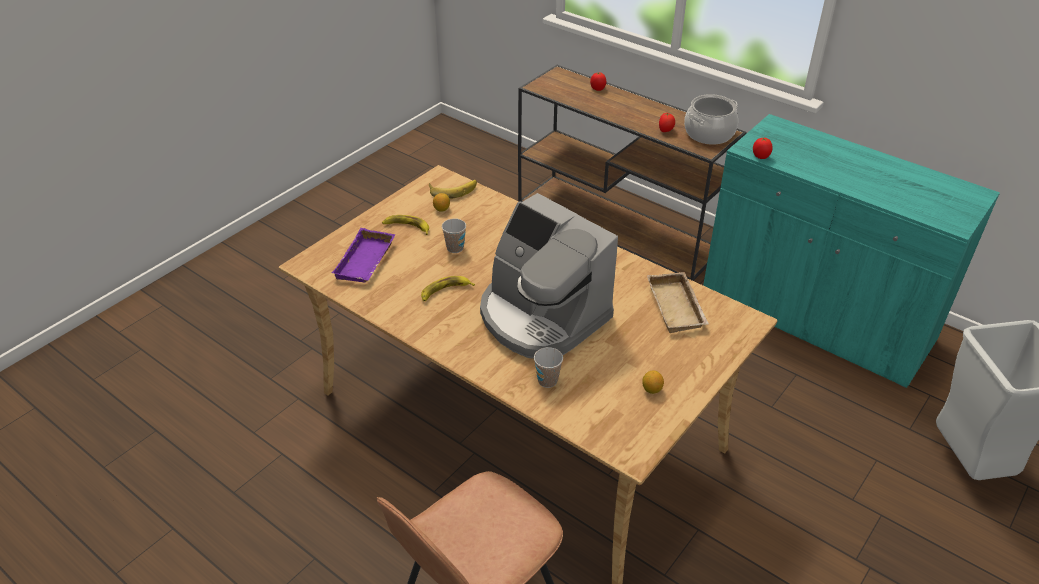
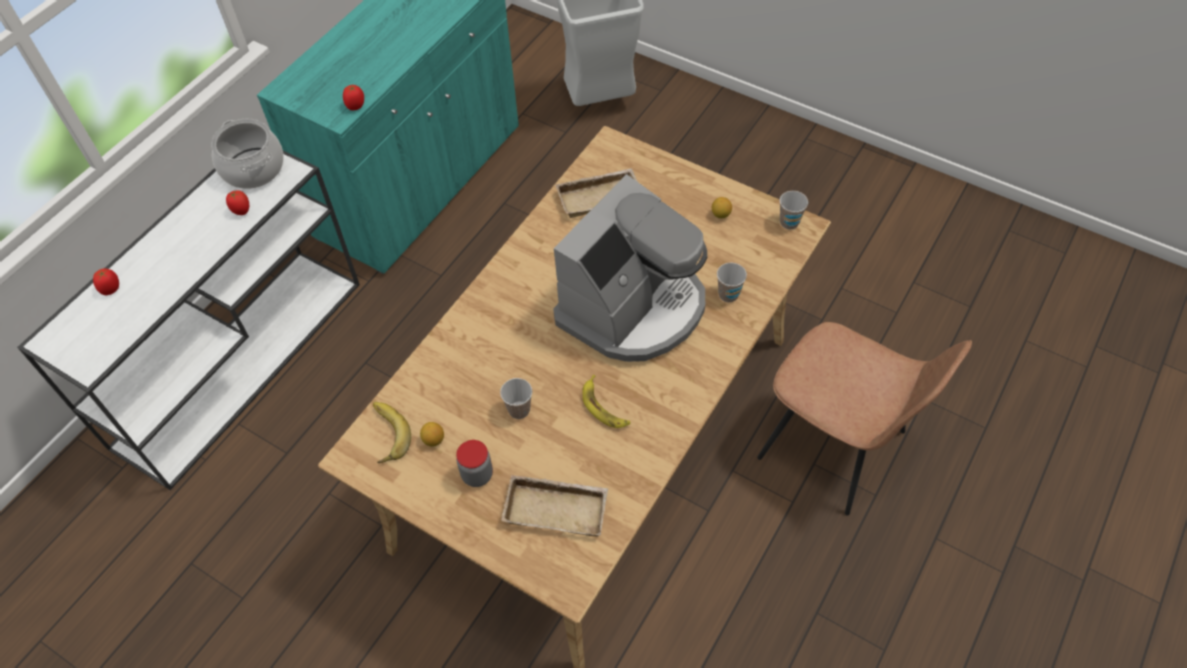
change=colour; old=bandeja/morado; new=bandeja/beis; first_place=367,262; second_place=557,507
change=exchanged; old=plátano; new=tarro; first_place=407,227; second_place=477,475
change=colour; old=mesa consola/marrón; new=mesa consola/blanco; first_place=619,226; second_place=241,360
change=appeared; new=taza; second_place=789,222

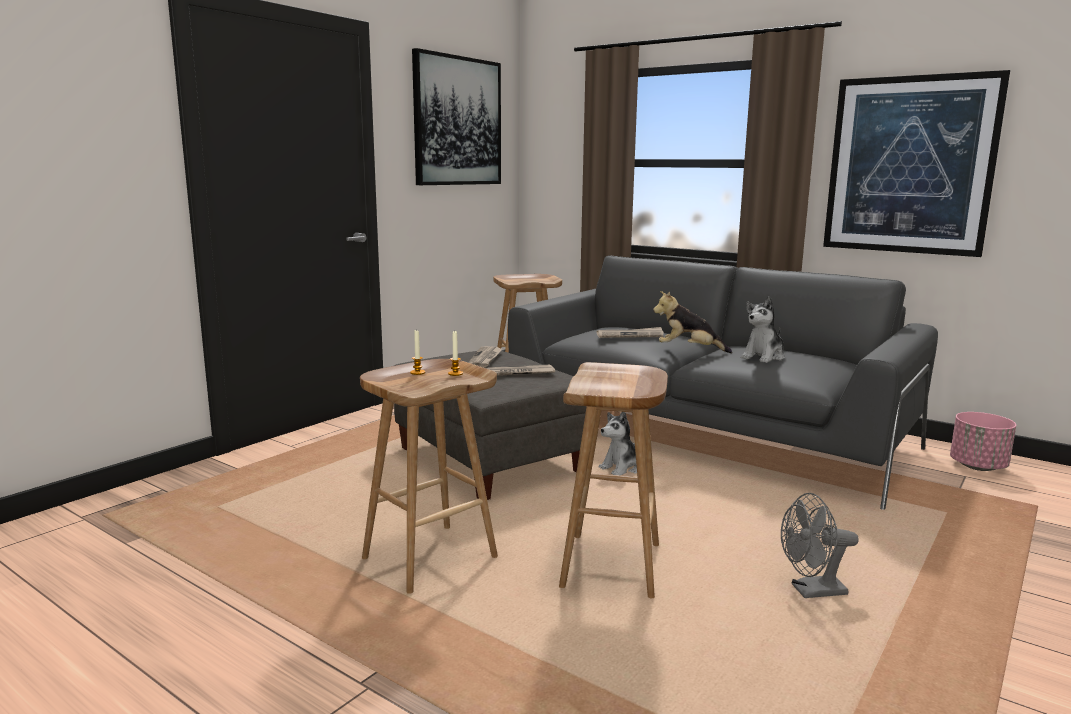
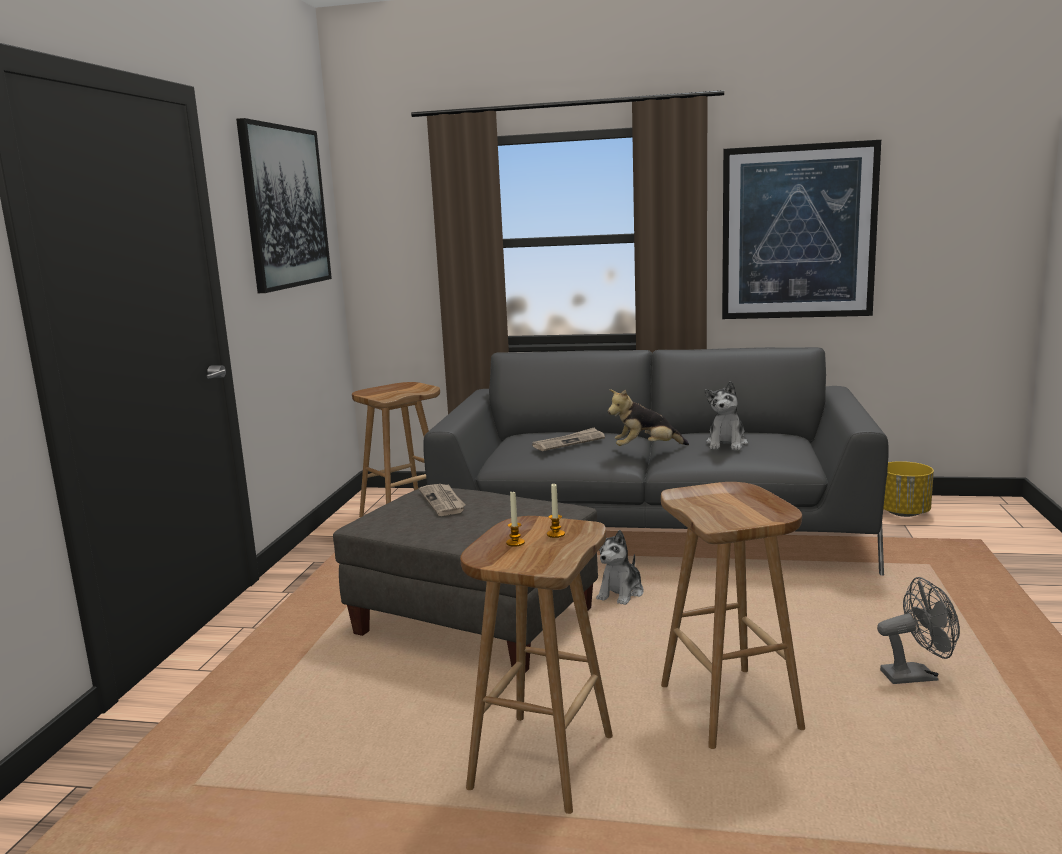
change=missing; old=periódico; first_place=515,373
change=spun; old=ventilador/gris; first_place=811,592; second_place=916,676; degrees=-150
change=colour; old=maceta/rosa; new=maceta/amarillo; first_place=978,466; second_place=903,513

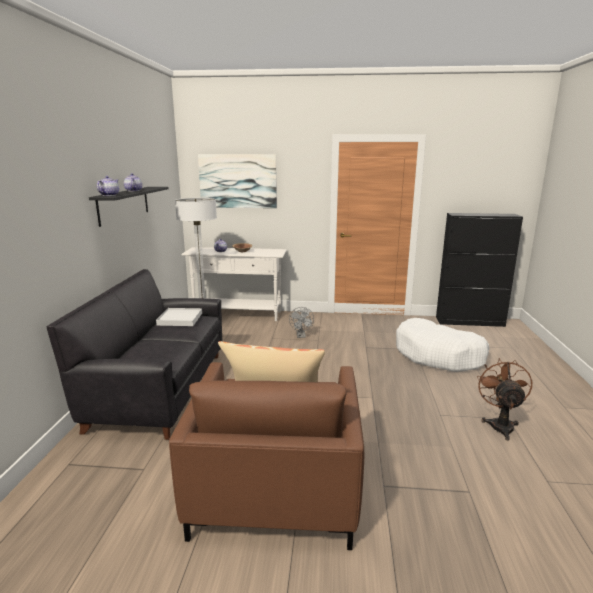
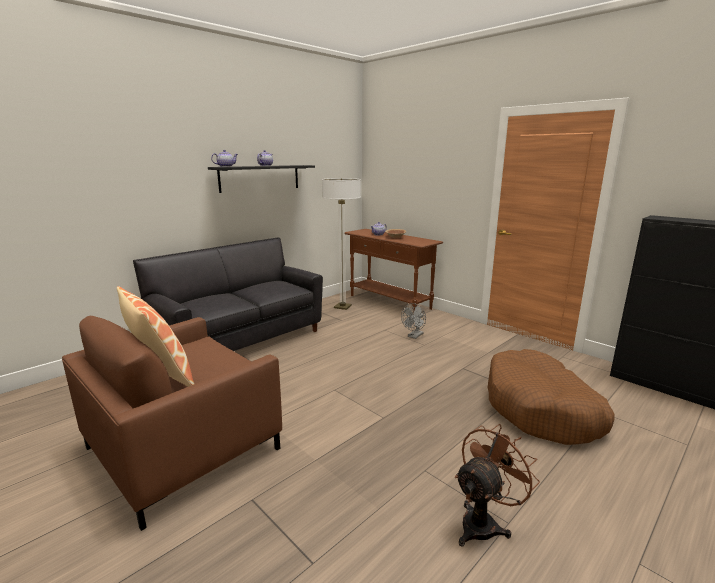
change=missing; old=bandeja/blanco; first_place=180,319
change=colour; old=mesa consola/blanco; new=mesa consola/marrón; first_place=238,315; second_place=389,302
change=missing; old=cuadro; first_place=238,181
change=colour; old=cama para perro/blanco; new=cama para perro/marrón; first_place=439,355; second_place=541,409

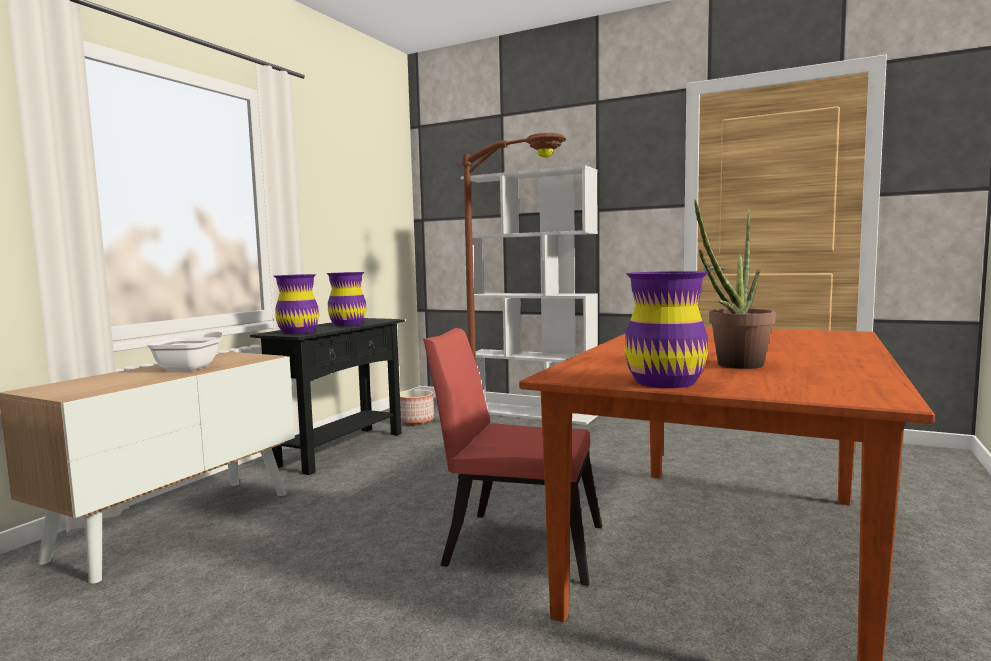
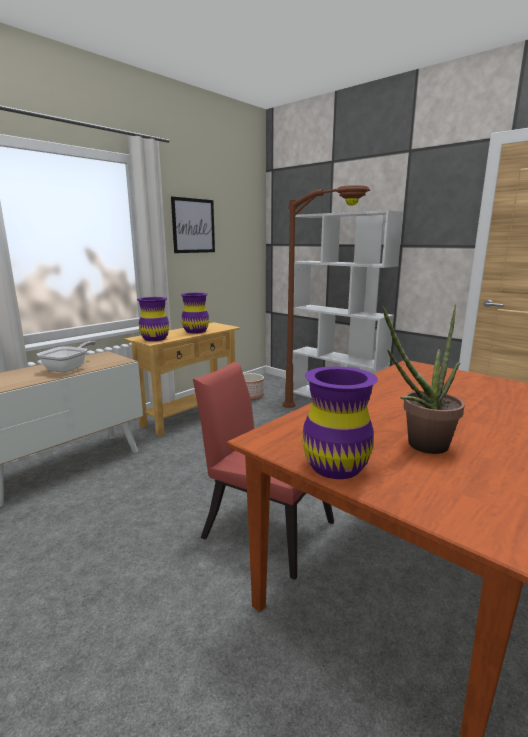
change=colour; old=mesa consola/negro; new=mesa consola/beis; first_place=341,449; second_place=190,416
change=appeared; new=cuadro; second_place=193,226

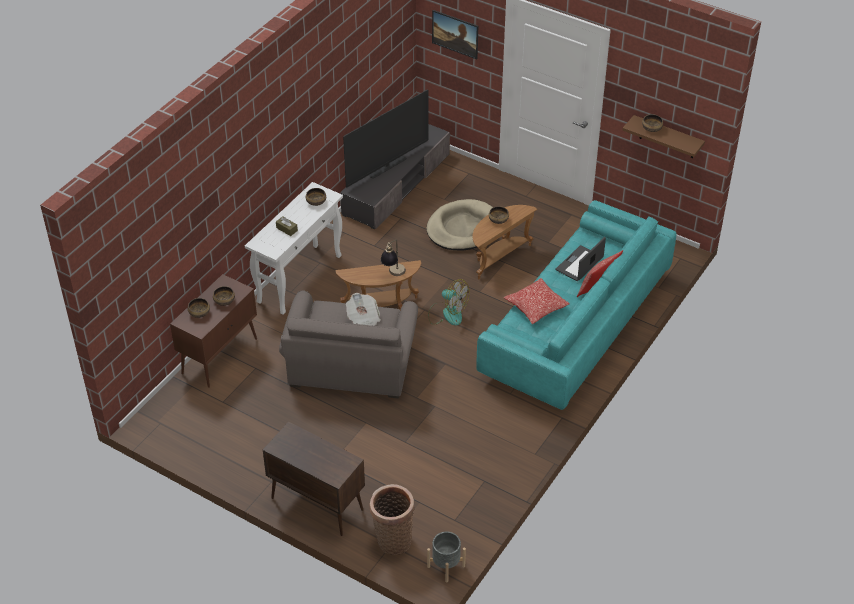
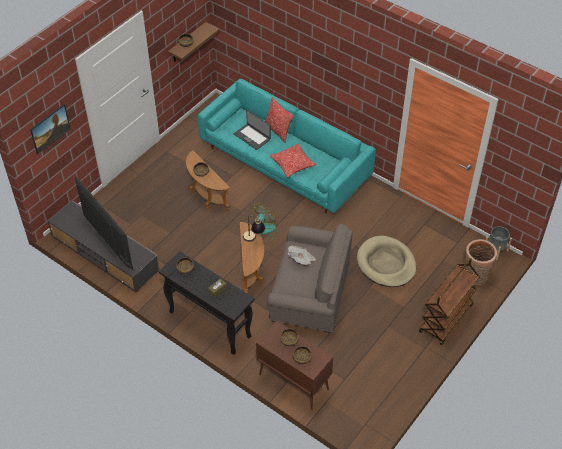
change=colour; old=mesa consola/blanco; new=mesa consola/negro; first_place=300,278; second_place=209,324
change=exchanged; old=armario/marrón; new=carrito/marrón; first_place=316,504; second_place=446,319
change=relocated; old=cama para perro/beis; first_place=463,228; second_place=386,264

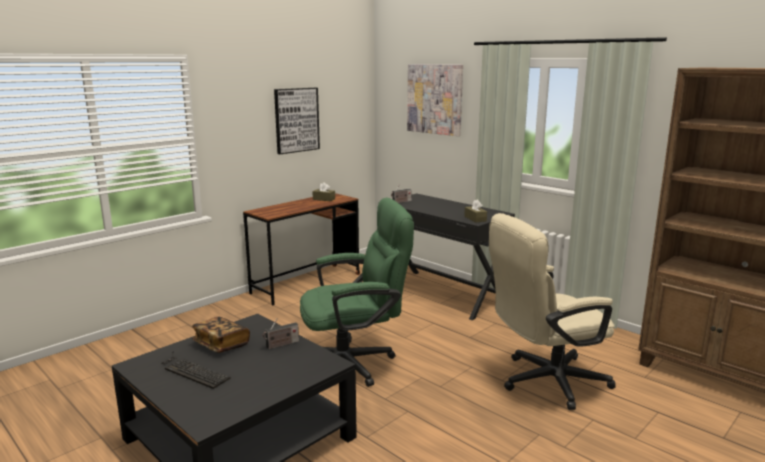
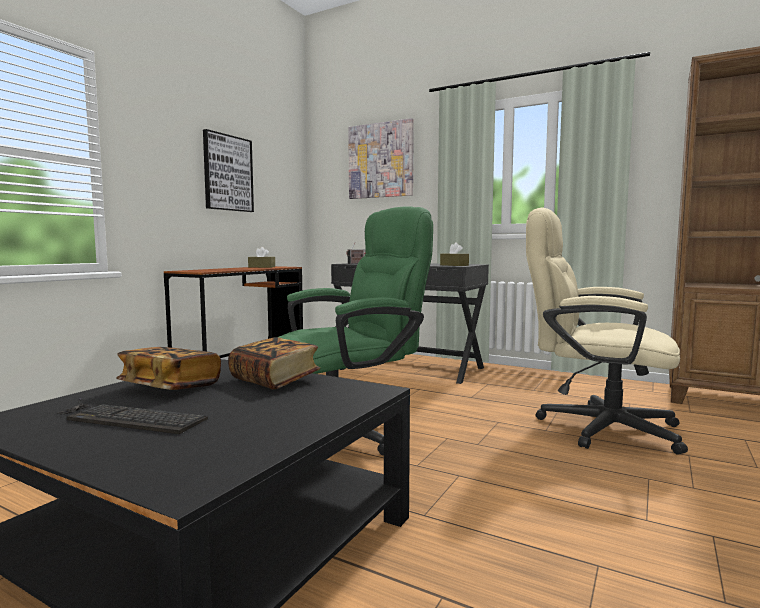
change=exchanged; old=radio; new=libro; first_place=281,345; second_place=275,380
change=spun; old=silla de oficina/beis; first_place=544,381; second_place=594,426; degrees=60

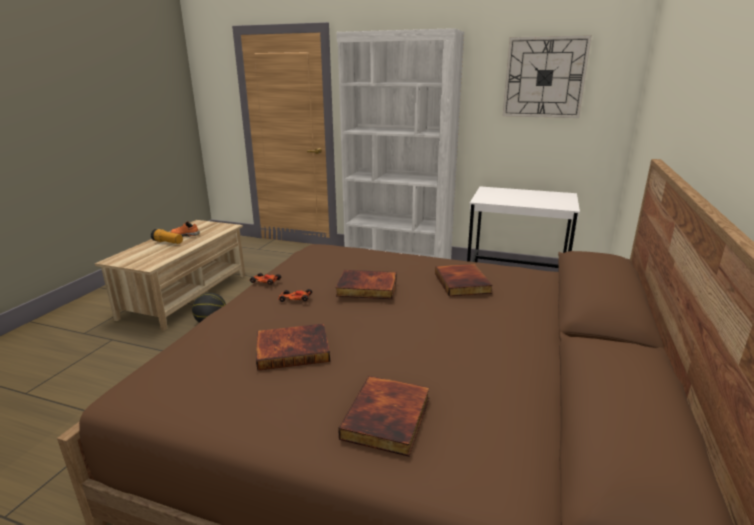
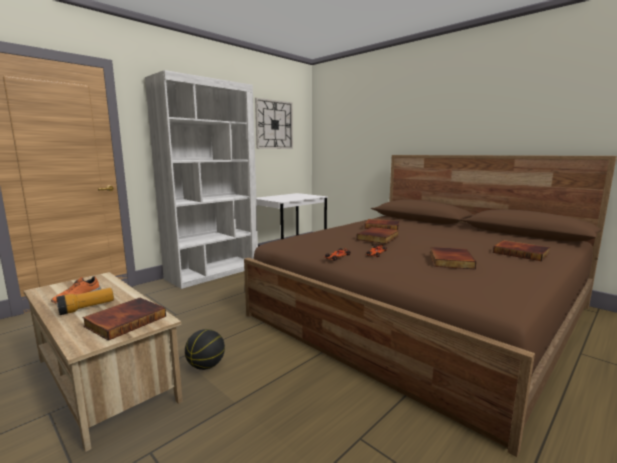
change=appeared; new=libro; second_place=125,320

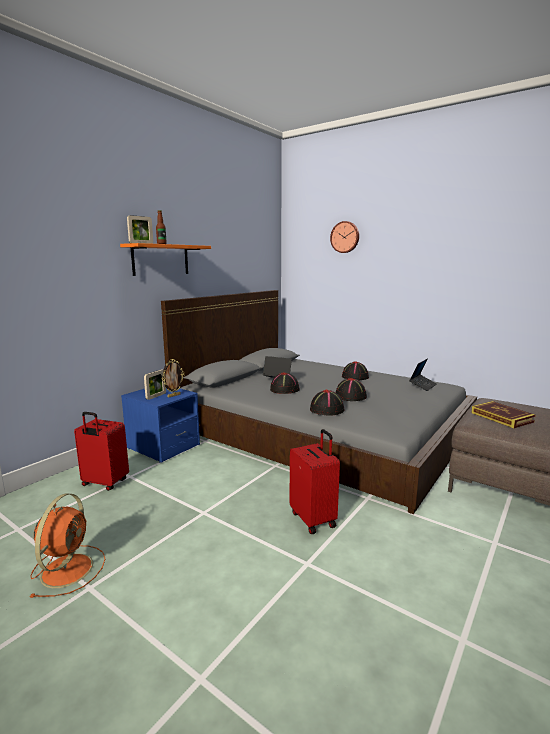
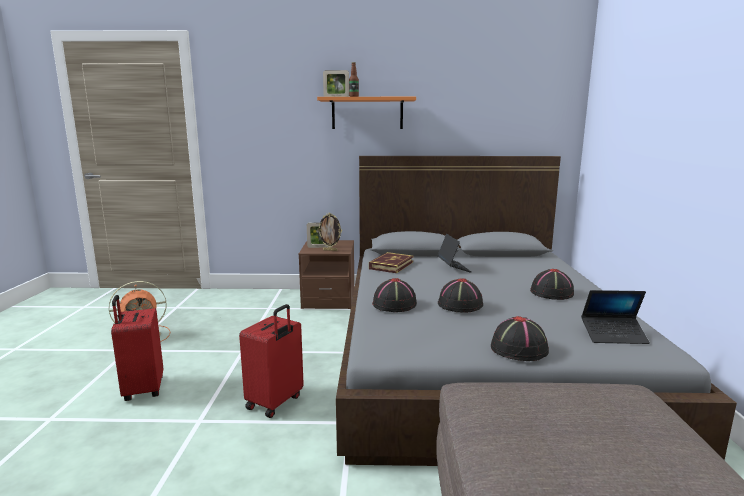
change=relocated; old=maleta/rojo; first_place=104,483; second_place=142,390
change=colour; old=mesita de noche/azul; new=mesita de noche/marrón; first_place=163,446; second_place=329,299
change=relocated; old=sombrero/negro; first_place=285,389; second_place=519,349
change=missing; old=reloj de pared; first_place=345,237
change=relocated; old=libro; first_place=501,417; second_place=391,265

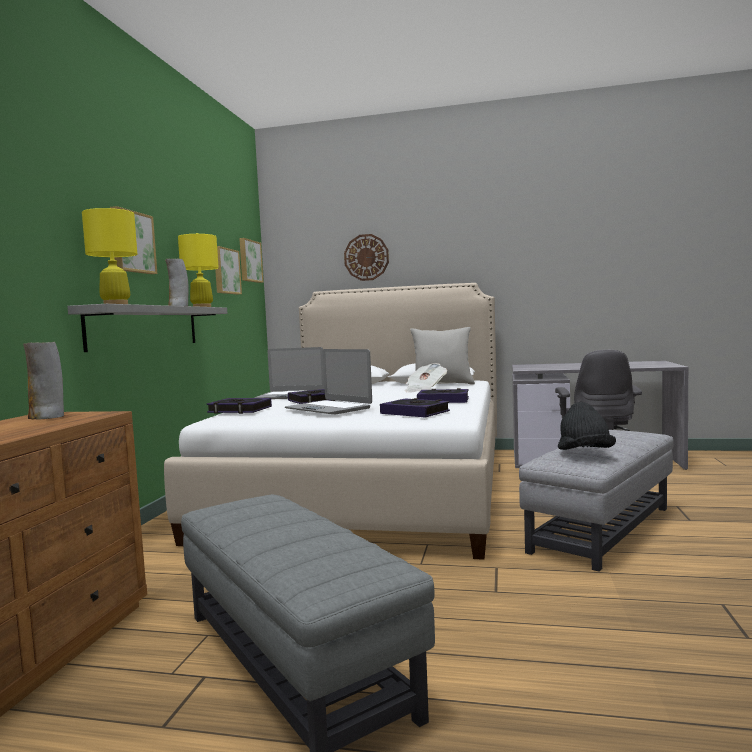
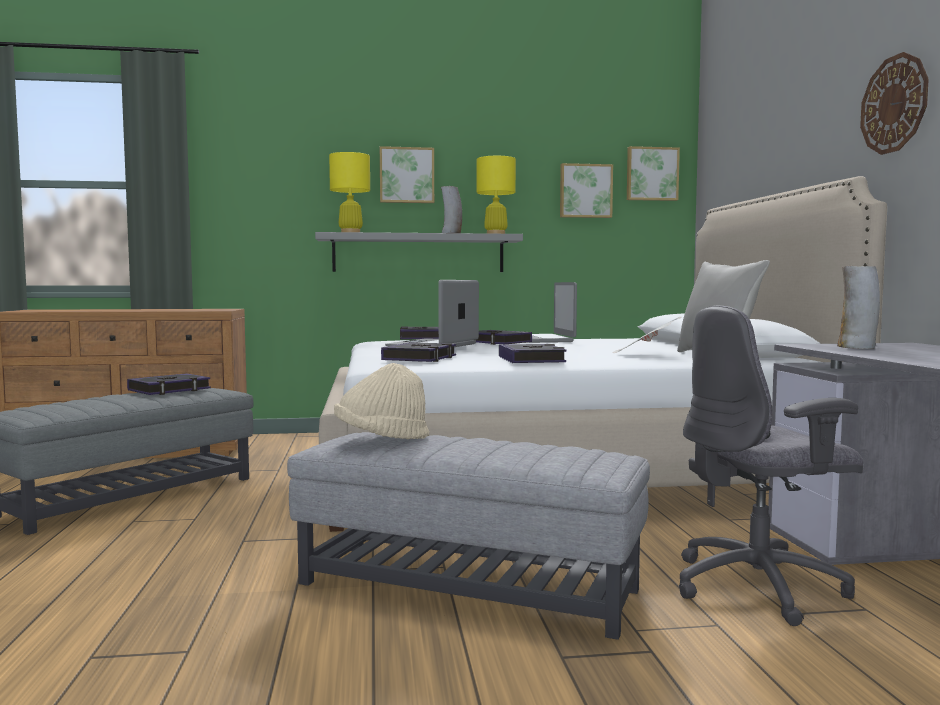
change=relocated; old=florero; first_place=47,417; second_place=857,348
change=relocated; old=reloj de pared; first_place=366,257; second_place=894,104
change=colour; old=sombrero/negro; new=sombrero/beis; first_place=585,454; second_place=382,439
change=appeared; new=libro; second_place=169,390

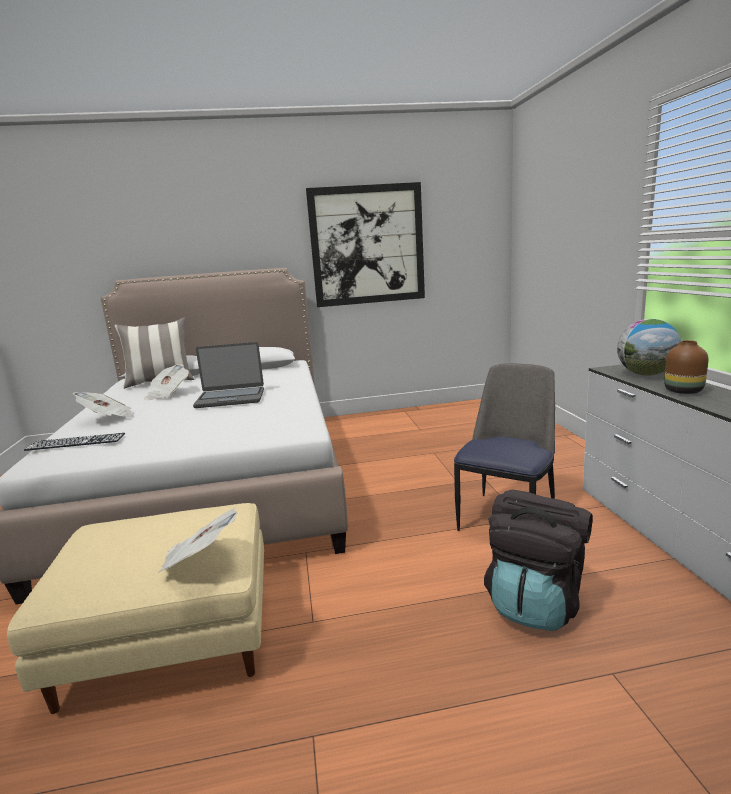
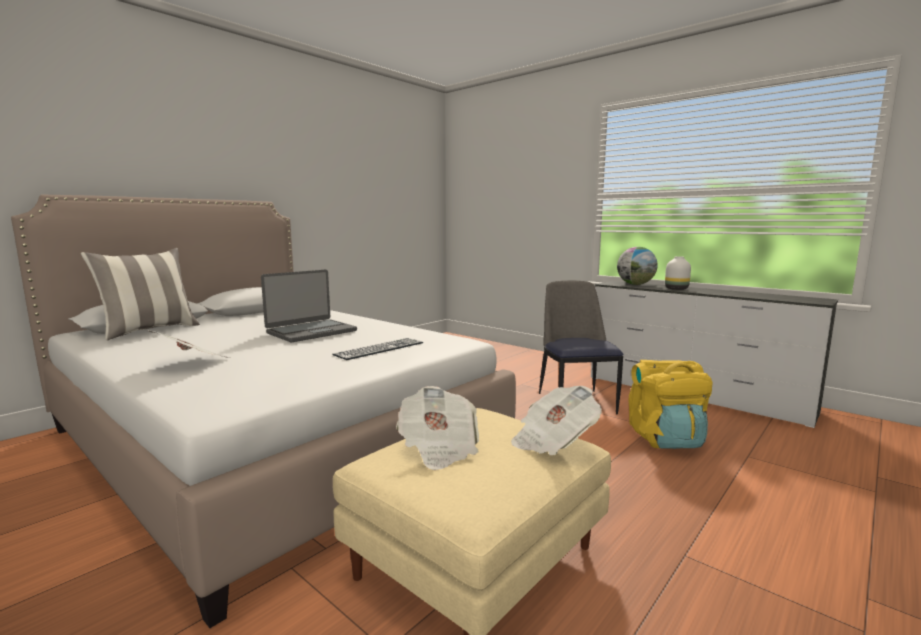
change=relocated; old=teclado; first_place=76,442; second_place=379,348
change=relocated; old=periódico; first_place=167,394; second_place=438,448
change=missing; old=cuadro; first_place=367,245
change=colour; old=mochila/negro; new=mochila/amarillo; first_place=535,602; second_place=665,439
change=colour; old=florero/marrón; new=florero/blanco; first_place=682,391; second_place=676,289

